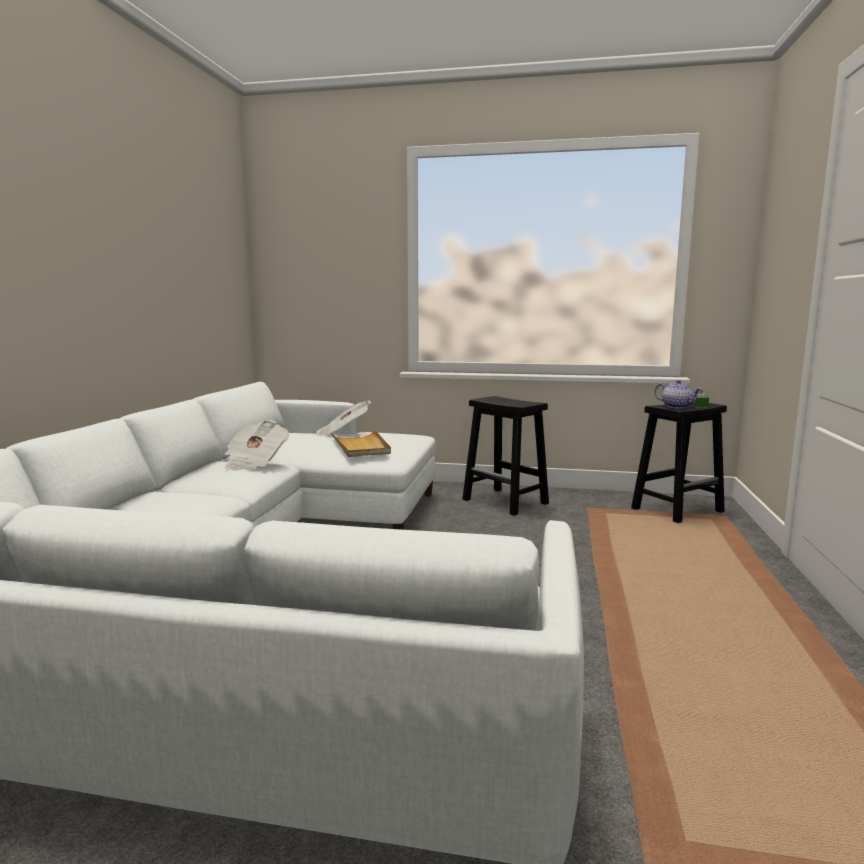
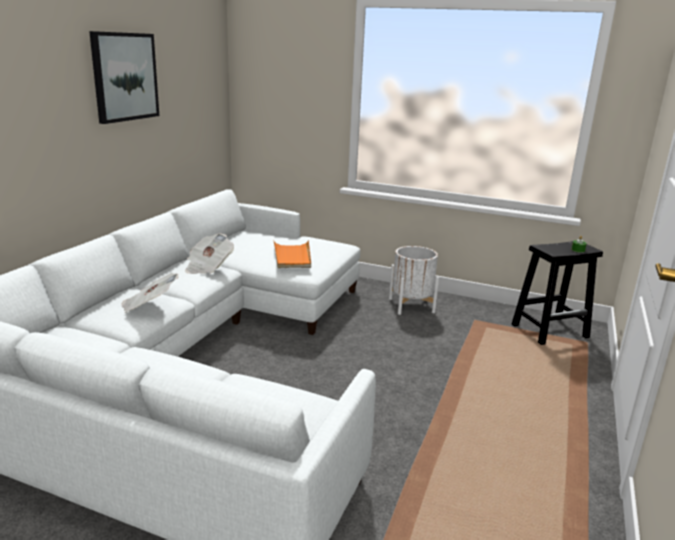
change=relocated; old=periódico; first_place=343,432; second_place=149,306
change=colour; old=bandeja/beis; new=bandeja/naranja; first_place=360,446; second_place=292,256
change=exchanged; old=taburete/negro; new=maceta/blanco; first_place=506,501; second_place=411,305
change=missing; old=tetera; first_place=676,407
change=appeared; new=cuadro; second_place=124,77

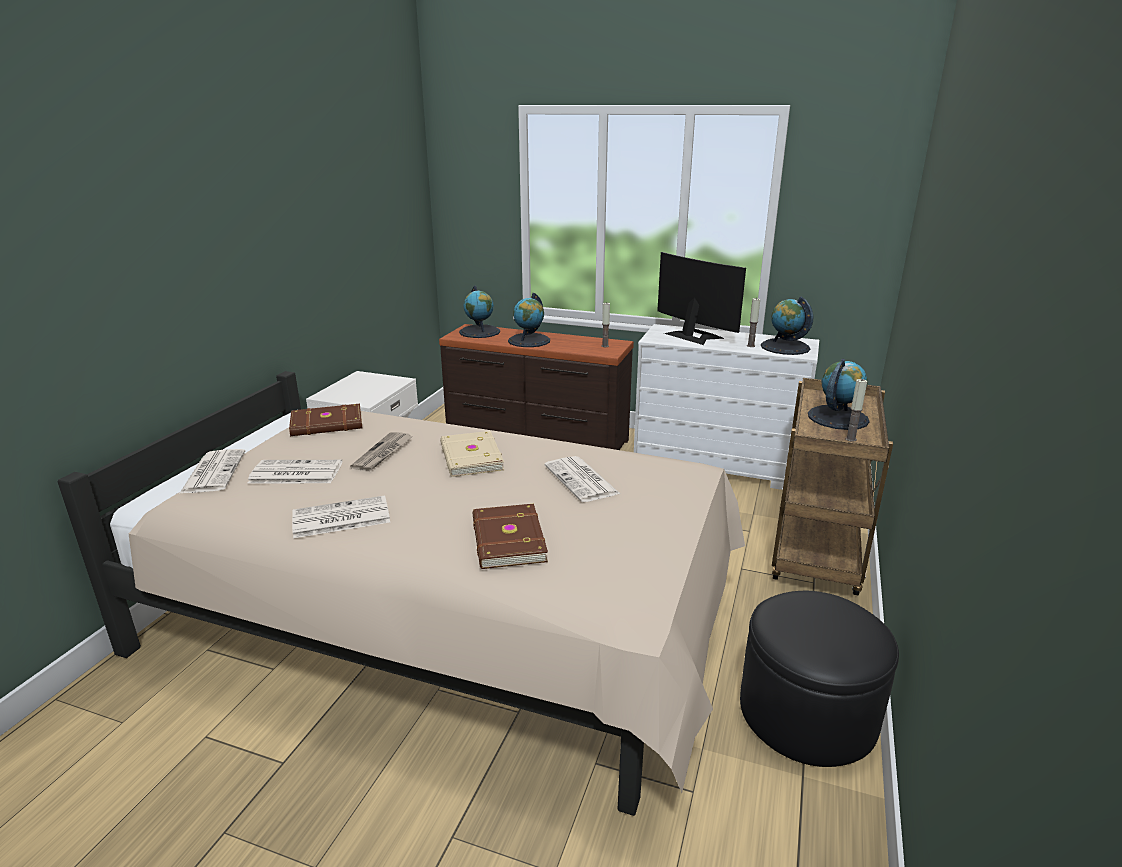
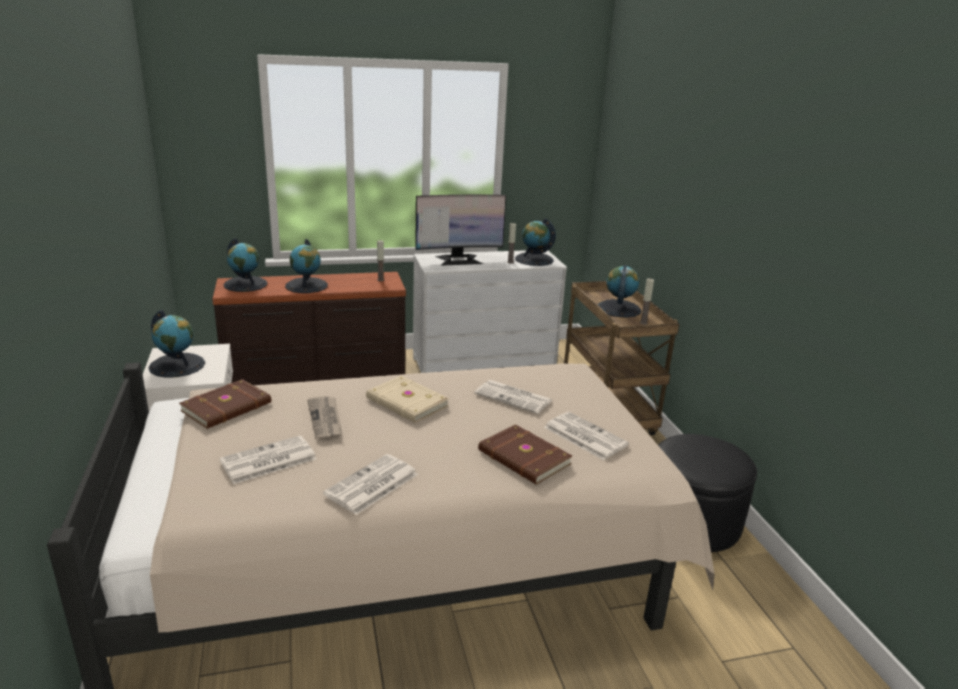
change=relocated; old=periódico; first_place=213,472; second_place=584,436
change=spun; old=monitor; first_place=693,335; second_place=459,260; degrees=150
change=appeared; new=globo terráqueo; second_place=177,365

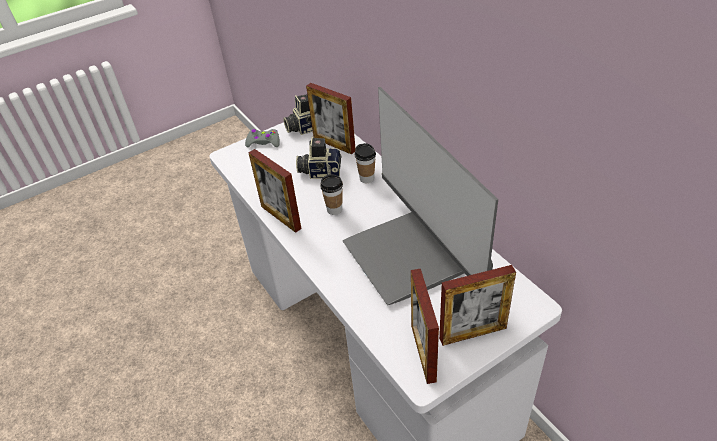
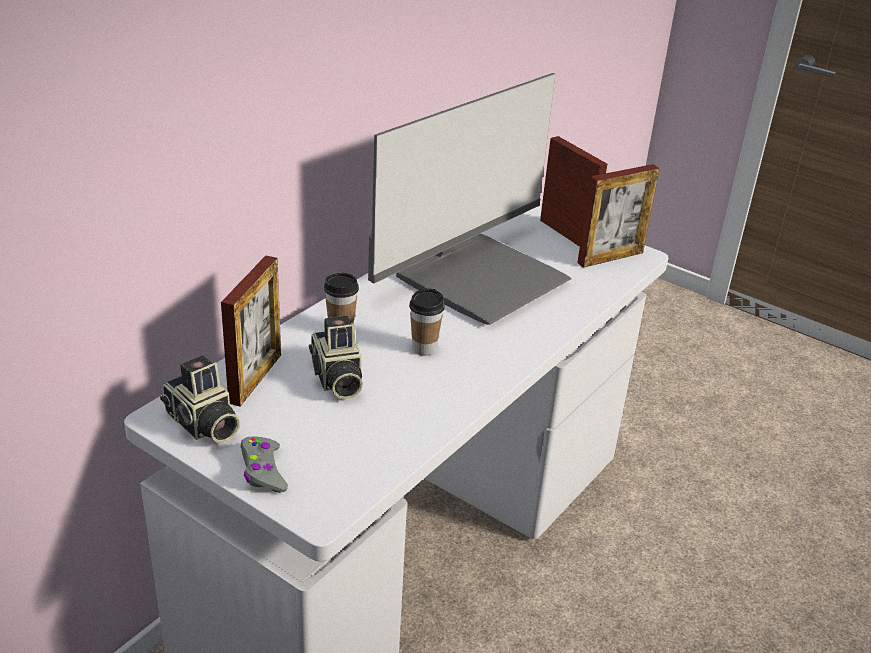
change=missing; old=portarretratos; first_place=281,217

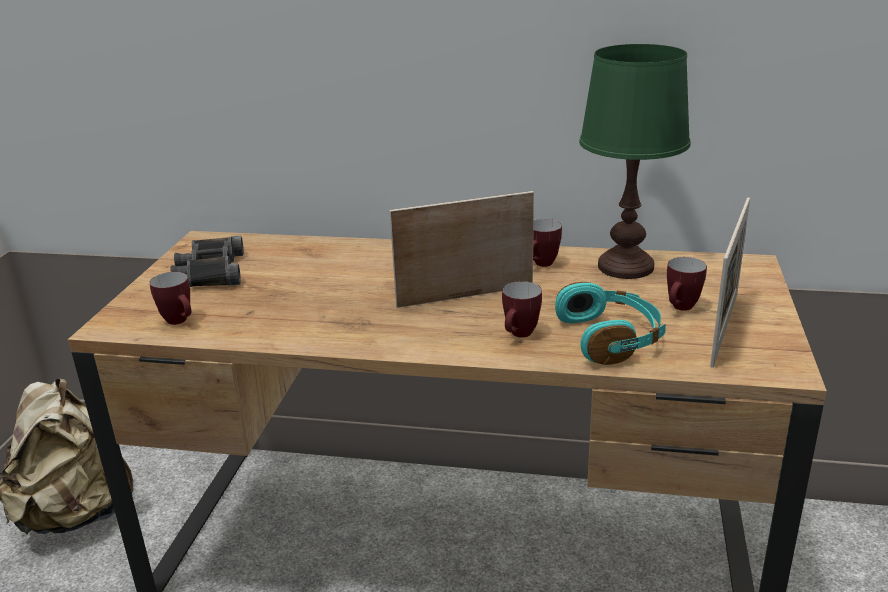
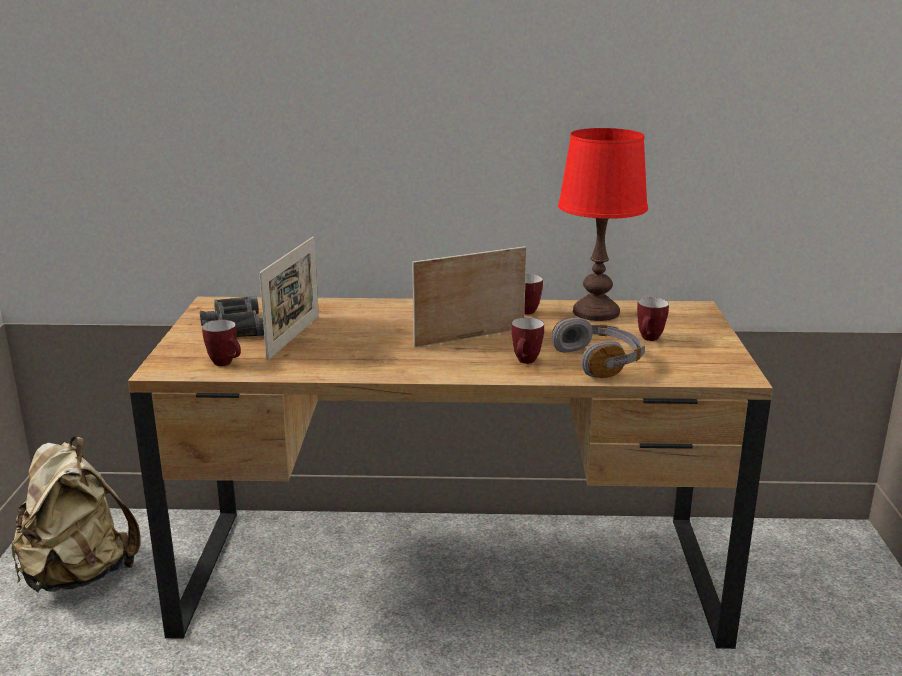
change=colour; old=auriculares/turquesa; new=auriculares/gris; first_place=611,338; second_place=600,361
change=colour; old=lámpara de mesa/verde; new=lámpara de mesa/rojo; first_place=626,267; second_place=596,312
change=relocated; old=portarretratos; first_place=724,329; second_place=294,337

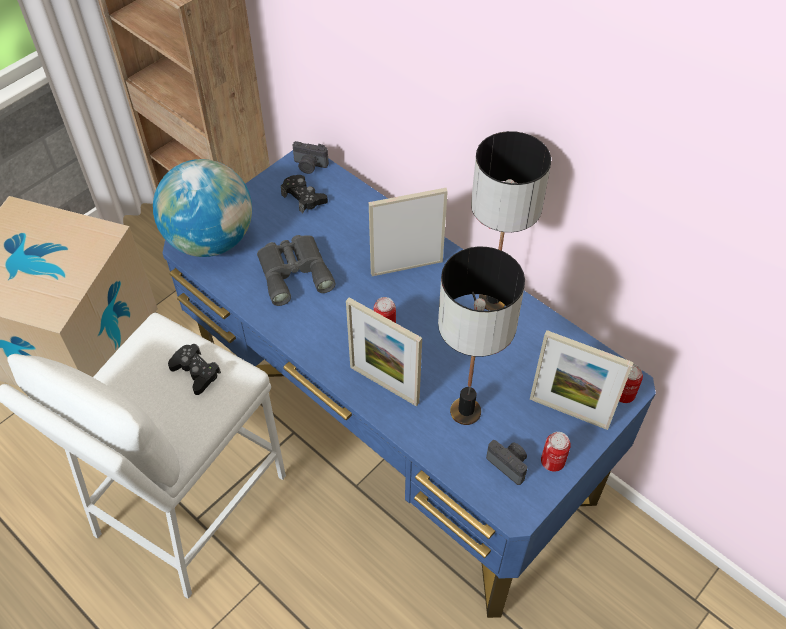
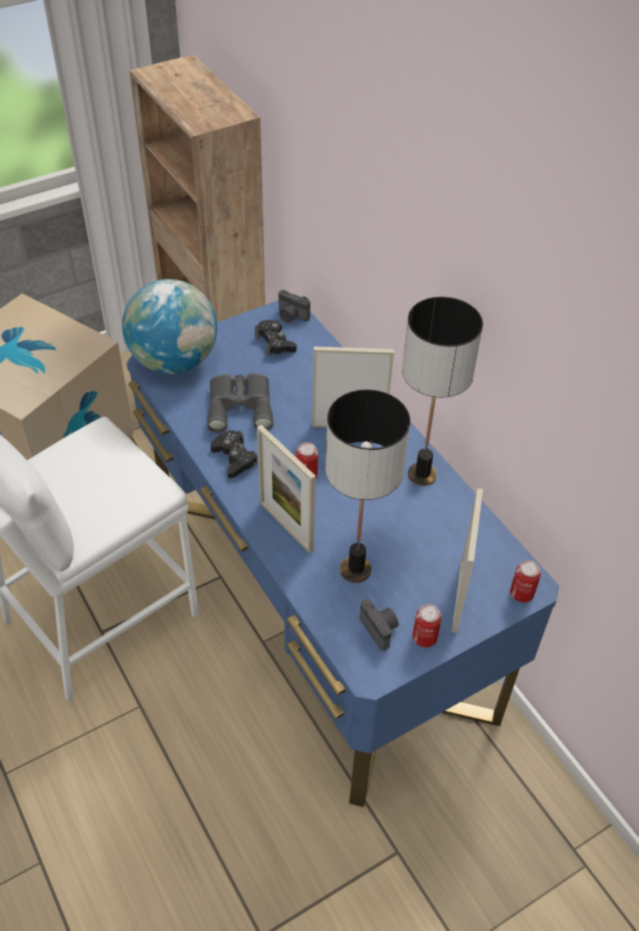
change=relocated; old=mando de consola/negro; first_place=196,372; second_place=234,458
change=spun; old=portarretratos; first_place=569,412; second_place=459,596; degrees=-120

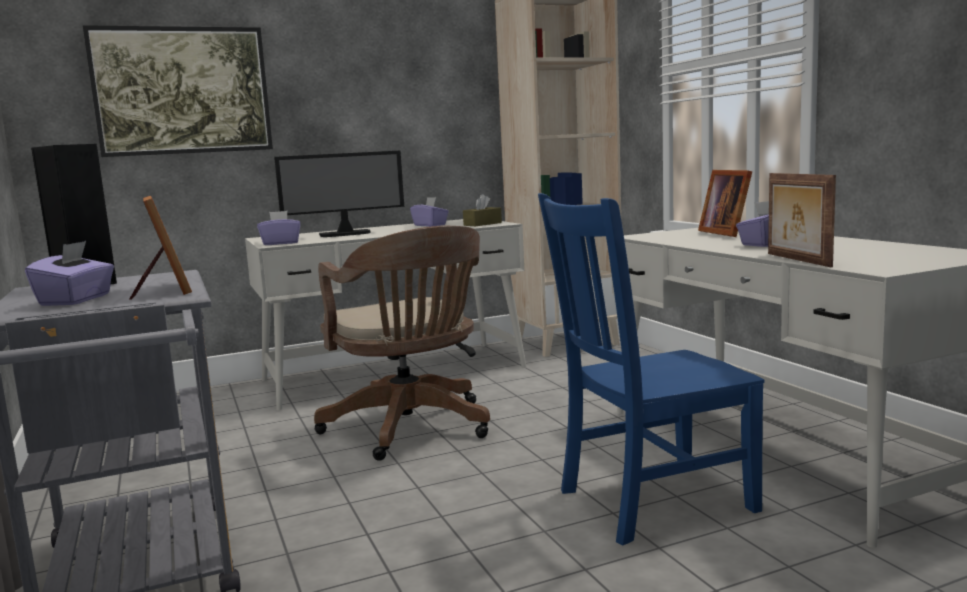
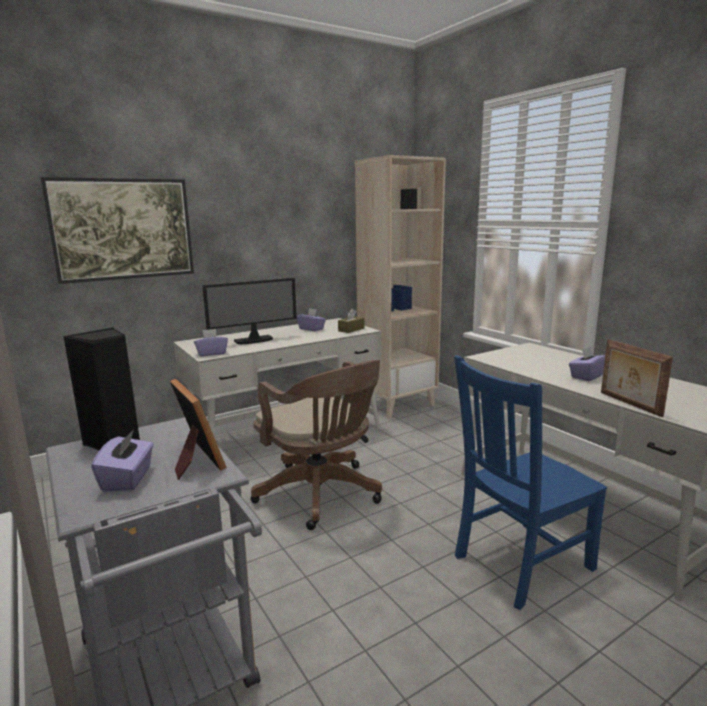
change=missing; old=portarretratos; first_place=727,233

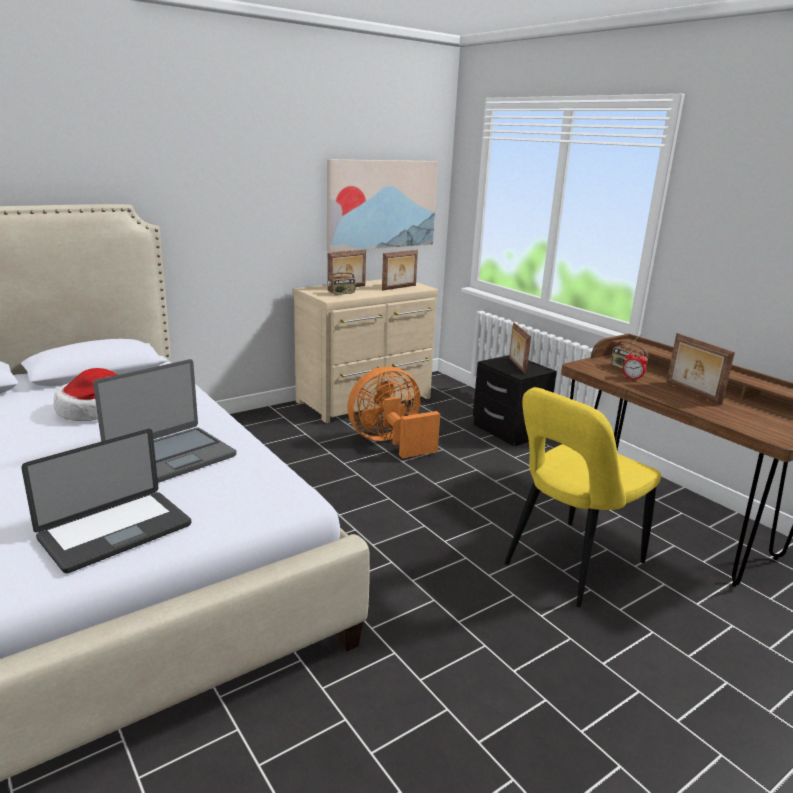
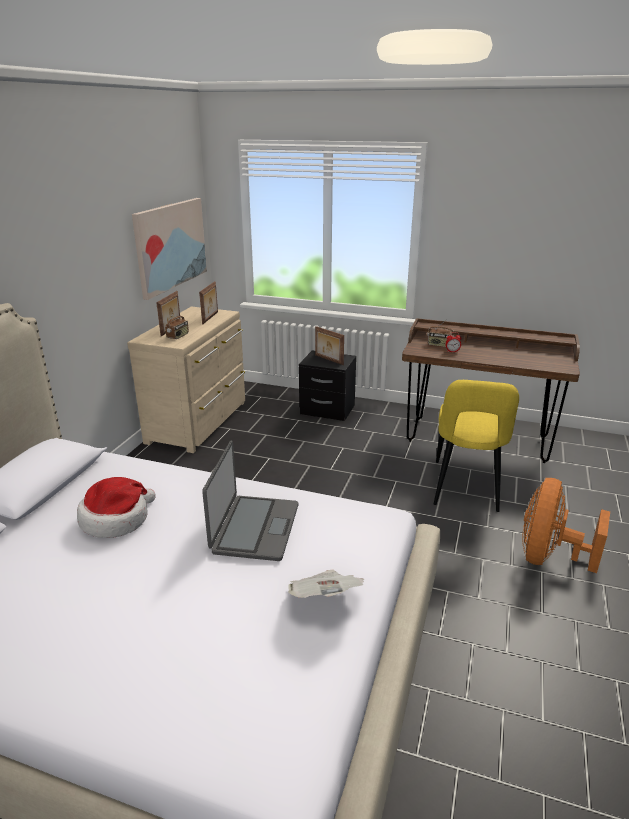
change=exchanged; old=portátil; new=periódico; first_place=115,532; second_place=325,599
change=relocated; old=ventilador/naranja; first_place=390,443; second_place=548,557
change=missing; old=portarretratos; first_place=692,393

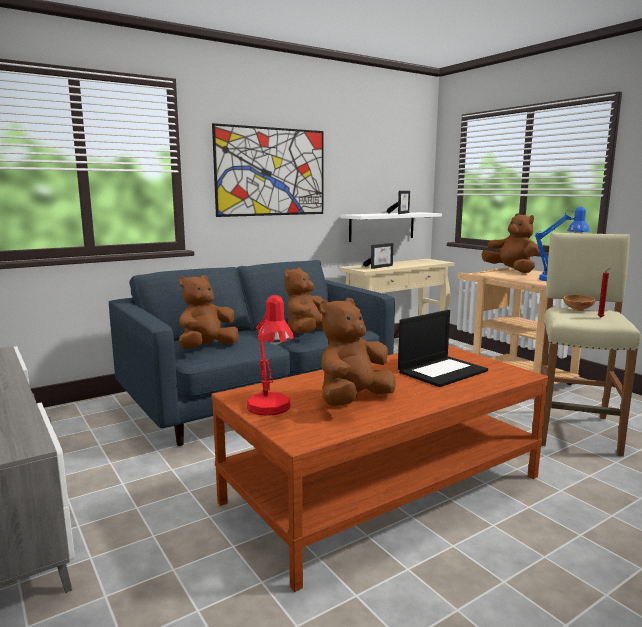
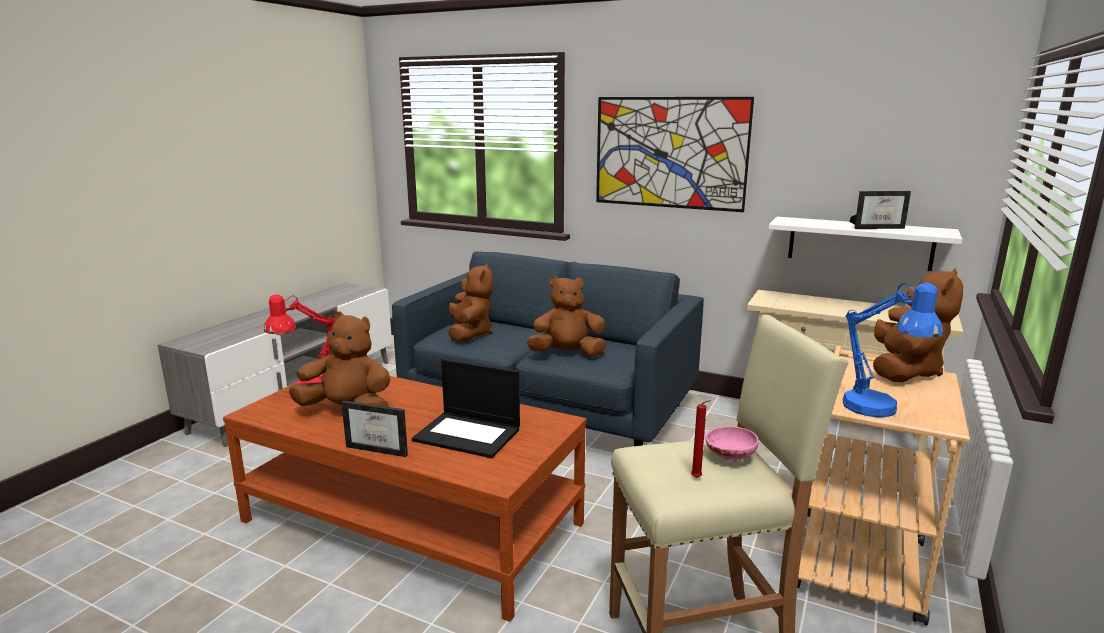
change=spun; old=peluche/marrón; first_place=207,348; second_place=469,334; degrees=75
change=relocated; old=portarretratos; first_place=380,266; second_place=381,448
change=colour; old=cuenco/marrón; new=cuenco/rosa; first_place=577,310; second_place=729,457

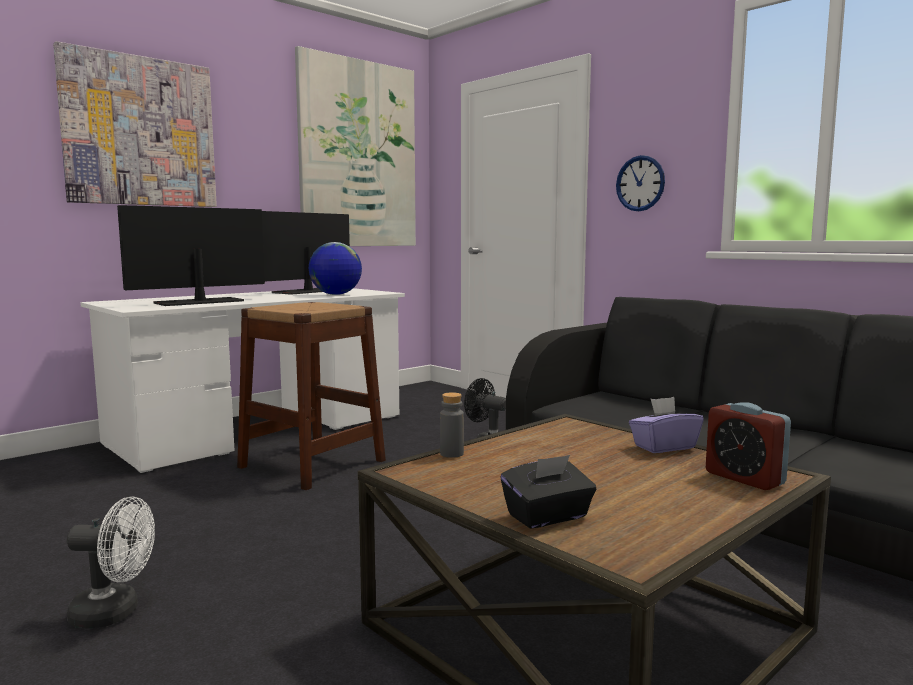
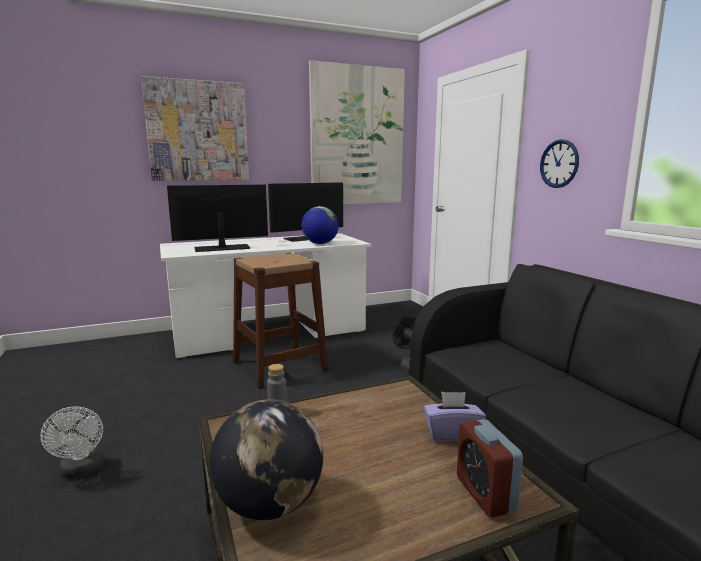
change=spun; old=ventilador/blanco; first_place=115,613; second_place=82,471; degrees=45
change=exchanged; old=caja de pañuelos/negro; new=globo terráqueo; first_place=548,517; second_place=269,505

